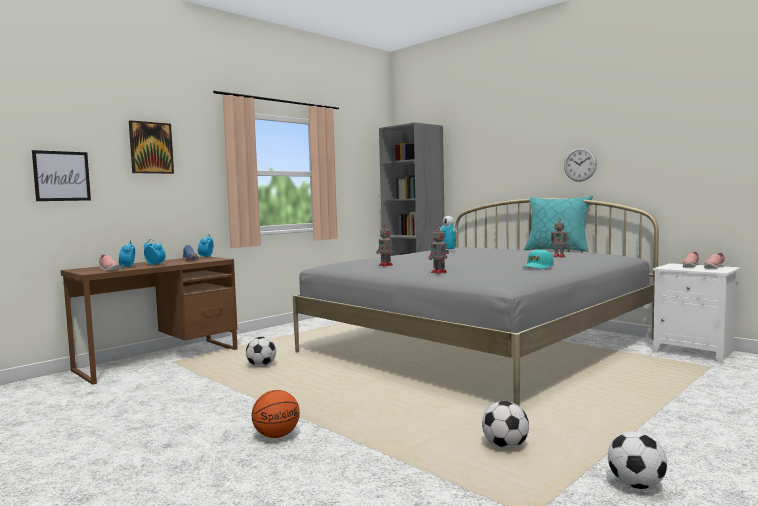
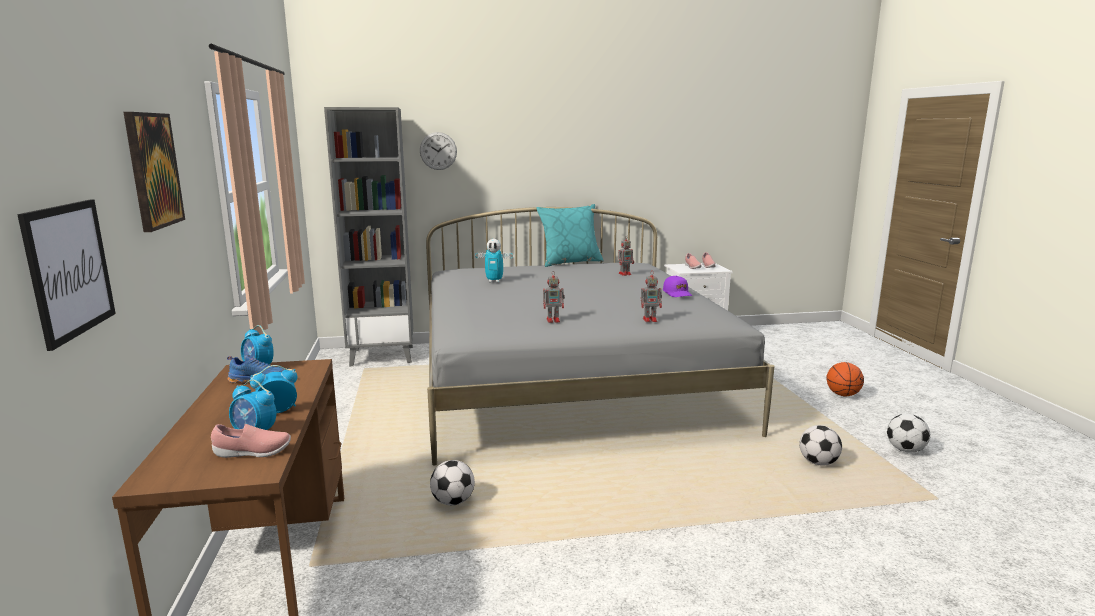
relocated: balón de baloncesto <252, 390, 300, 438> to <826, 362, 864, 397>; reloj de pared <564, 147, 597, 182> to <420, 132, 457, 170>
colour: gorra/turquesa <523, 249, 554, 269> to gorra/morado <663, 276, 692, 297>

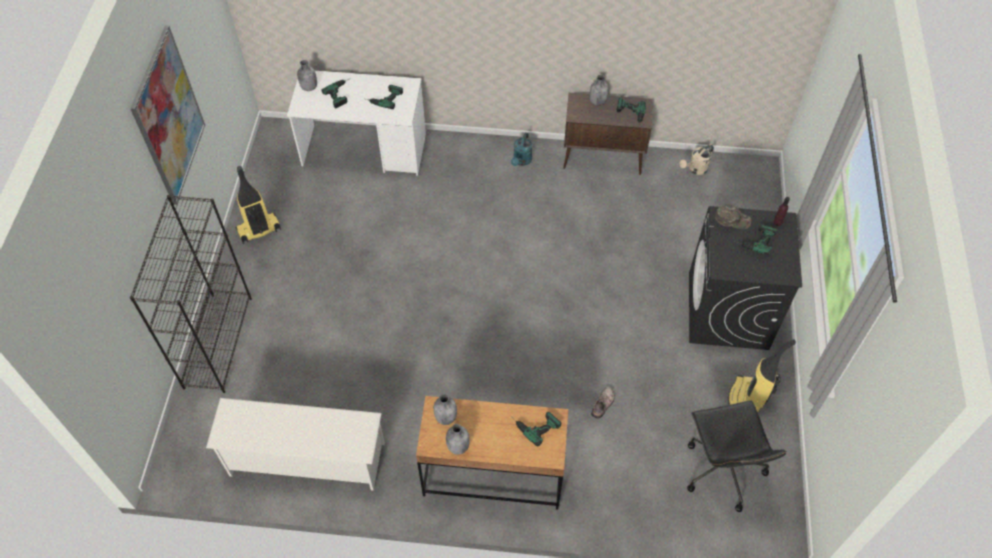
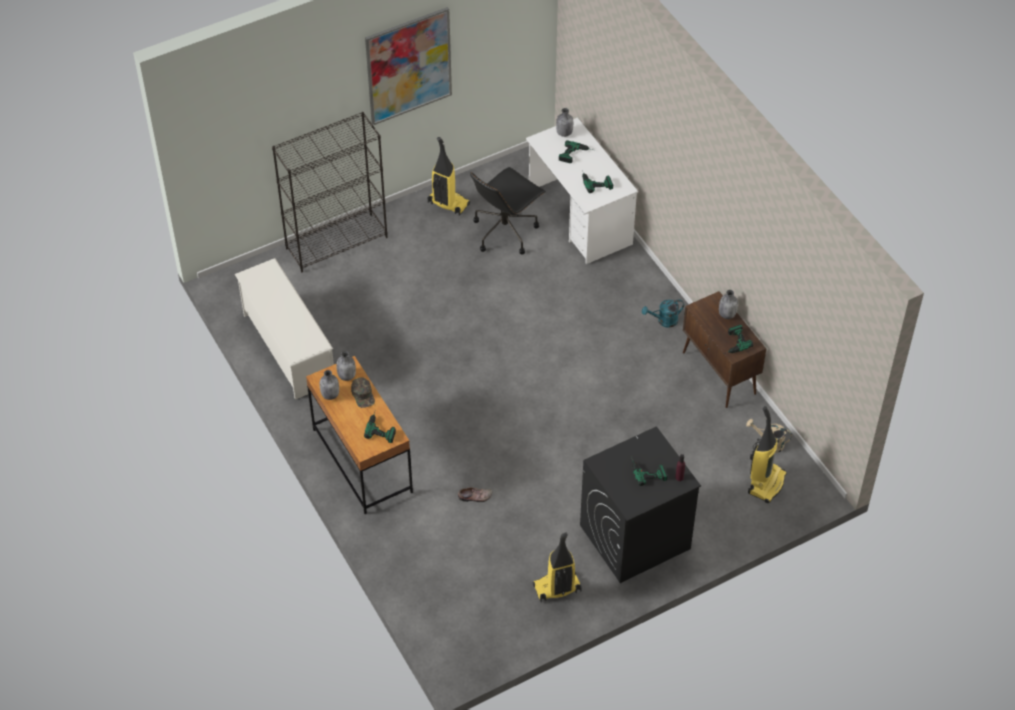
appeared: aspiradora <748, 406, 787, 503>
relocated: silla de oficina/negro <687, 400, 787, 512> to <470, 167, 546, 254>; gorra/verde <715, 204, 751, 229> to <351, 377, 375, 408>

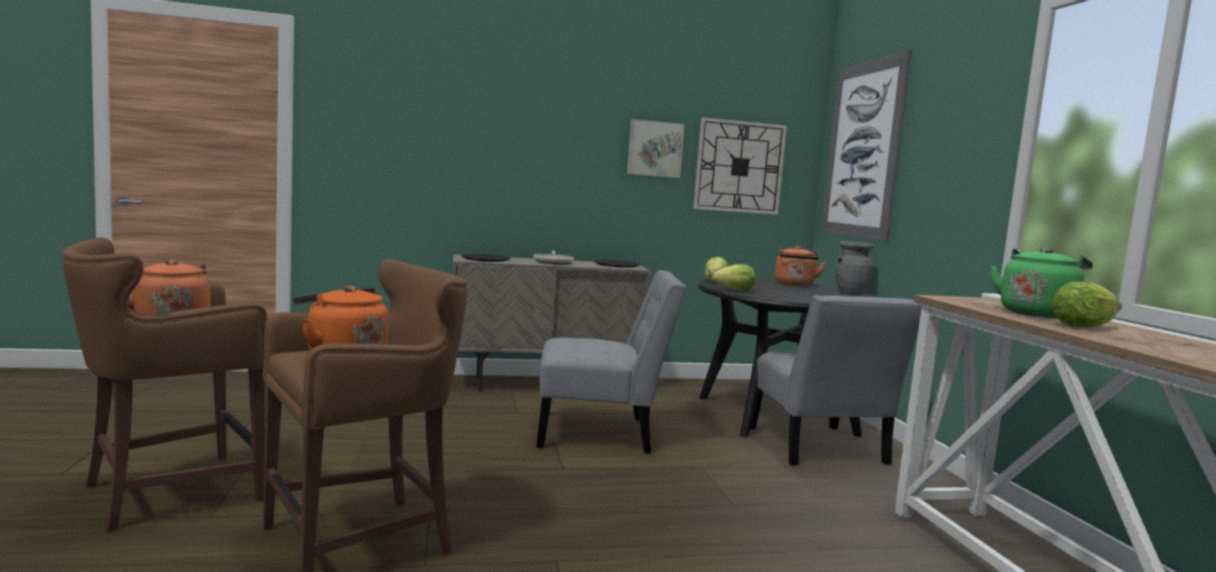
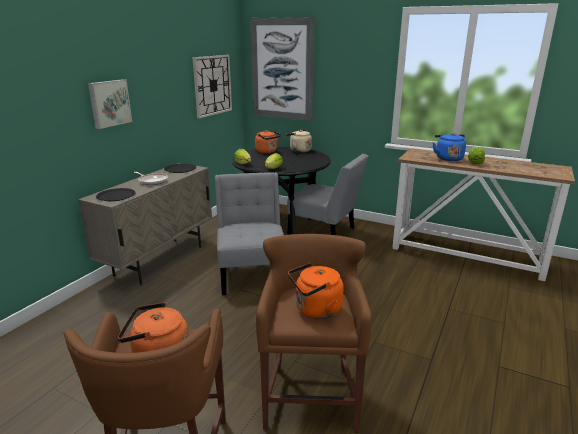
relocated: cuadro <627, 119, 685, 178> to <88, 79, 132, 129>
exchanged: florero/gris <835, 241, 874, 295> to hervidor/beis <286, 130, 312, 153>
colour: hervidor/verde <990, 247, 1093, 318> to hervidor/azul <433, 133, 466, 161>
spun: silla/gris <536, 270, 687, 454> = <215, 172, 284, 295> 45 degrees counterclockwise

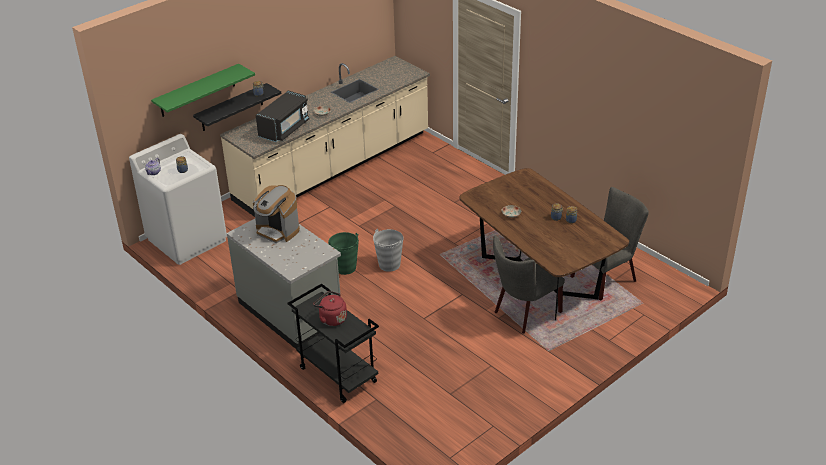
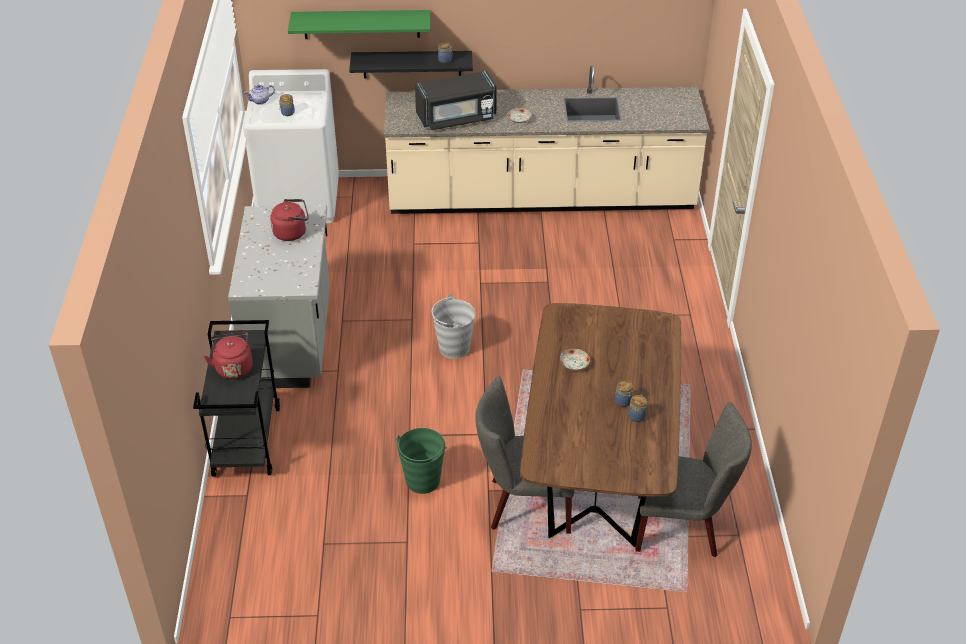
relocated: cubo/verde <328, 232, 359, 275> to <395, 428, 447, 494>
exchanged: cafetera <253, 185, 300, 243> to hervidor/rojo <270, 199, 309, 241>

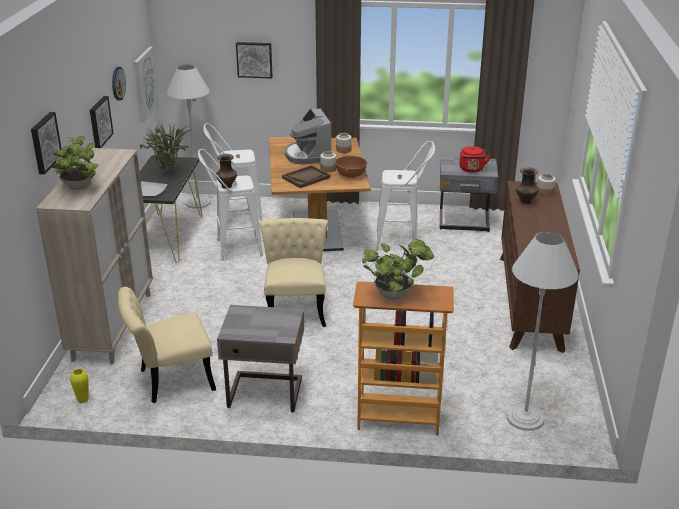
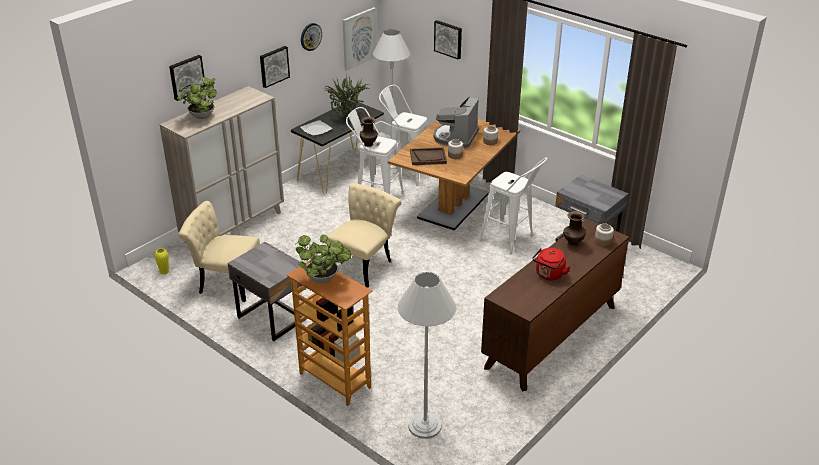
missing: cuenco/marrón <335, 156, 367, 178>
relocated: hervidor/rojo <459, 146, 491, 173> to <532, 248, 571, 280>

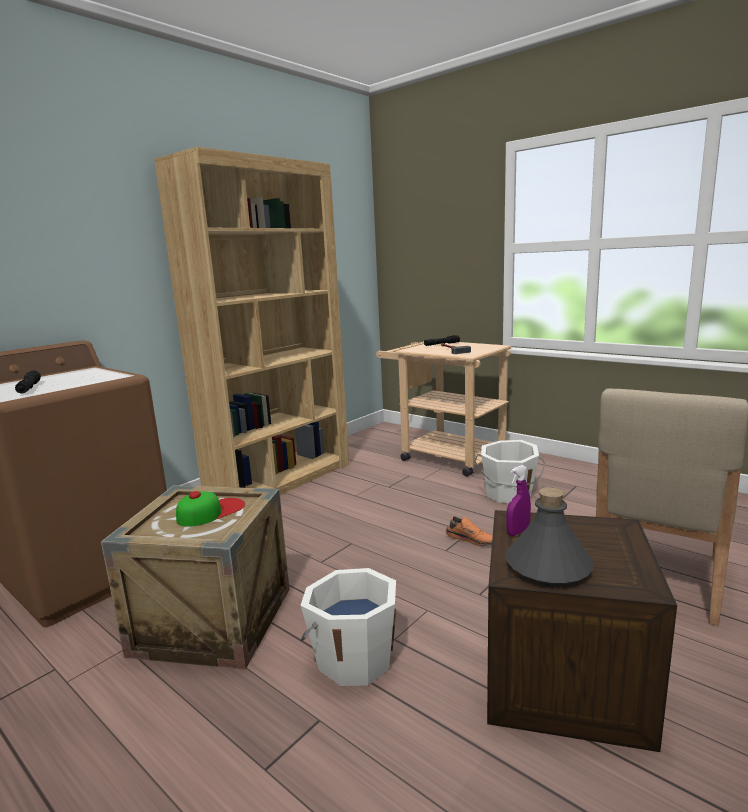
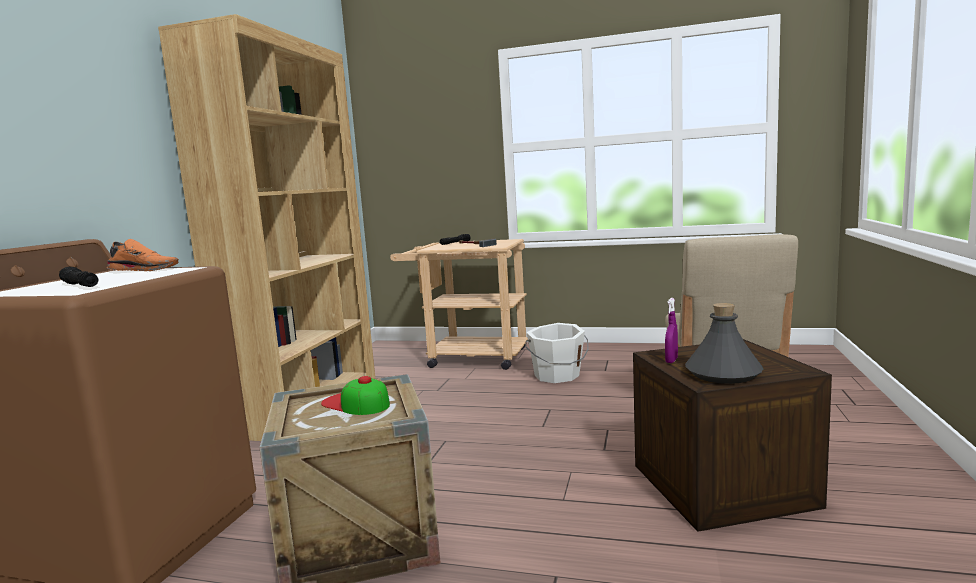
missing: cubo/blanco <300, 568, 396, 686>
relocated: zapato/naranja <445, 516, 493, 546> to <107, 239, 179, 271>
spun: gorra <176, 491, 245, 527> = <321, 376, 390, 415> 75 degrees counterclockwise

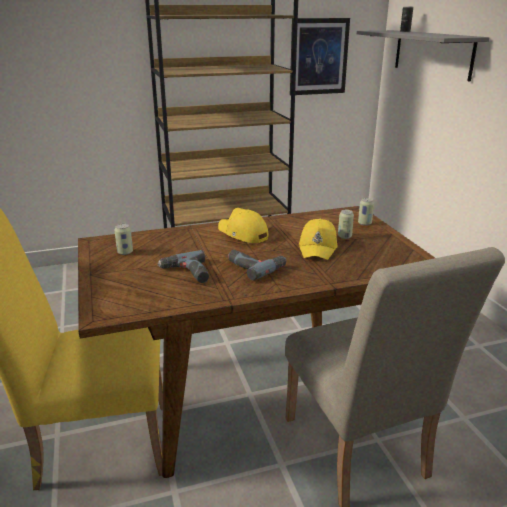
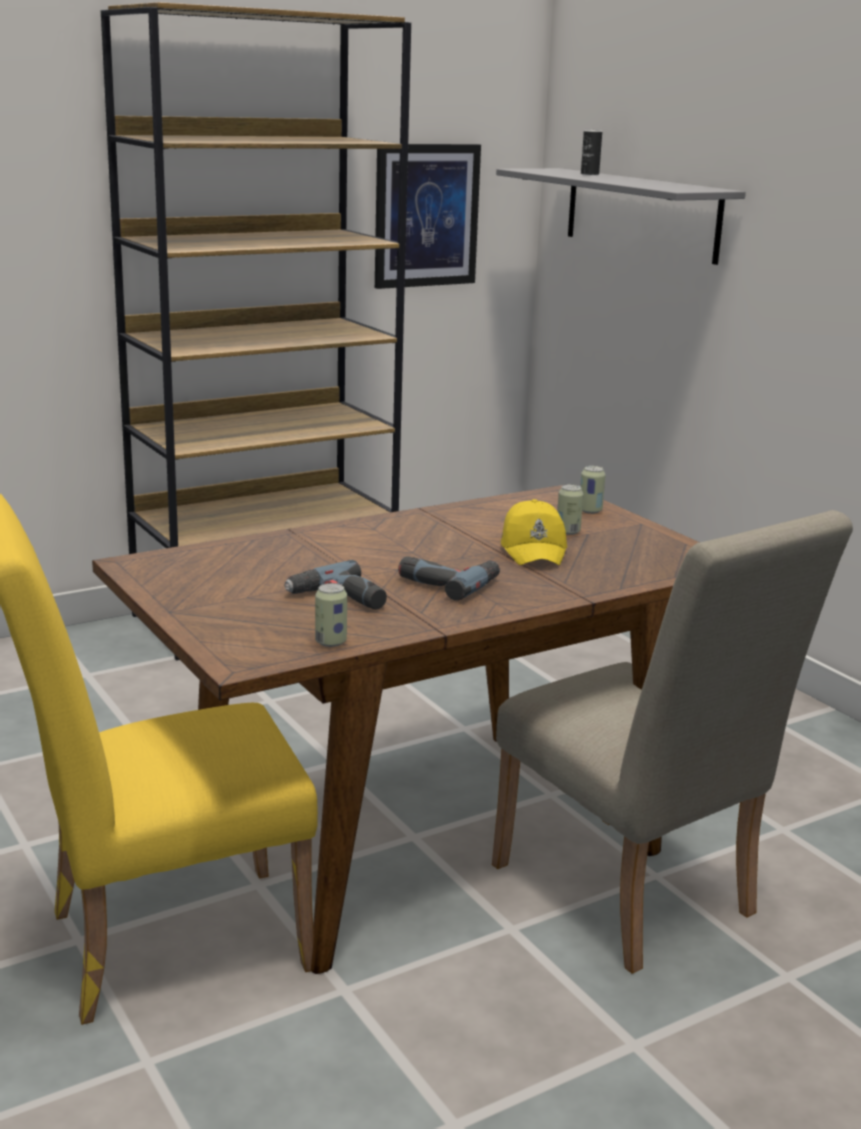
missing: gorra/amarillo <218, 208, 268, 243>
relocated: lata <114, 224, 133, 255> to <315, 583, 347, 647>

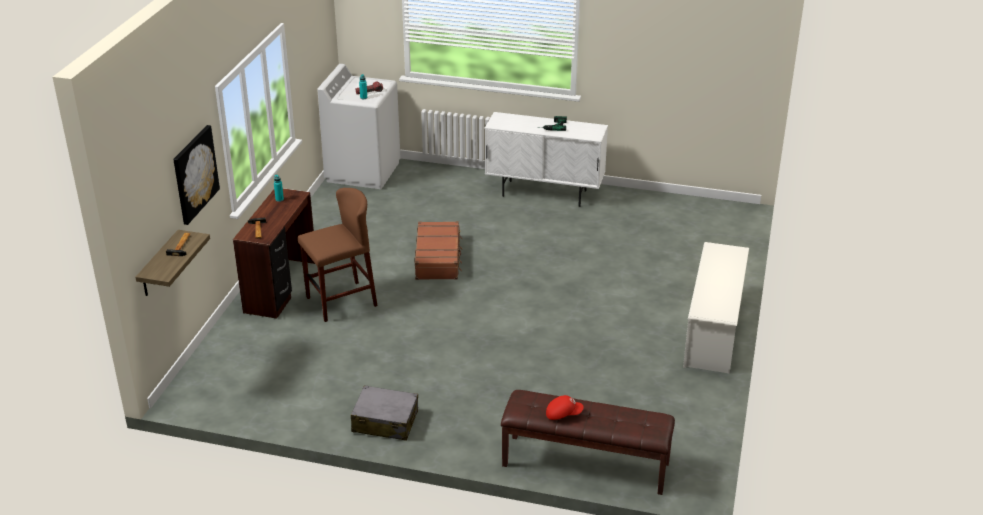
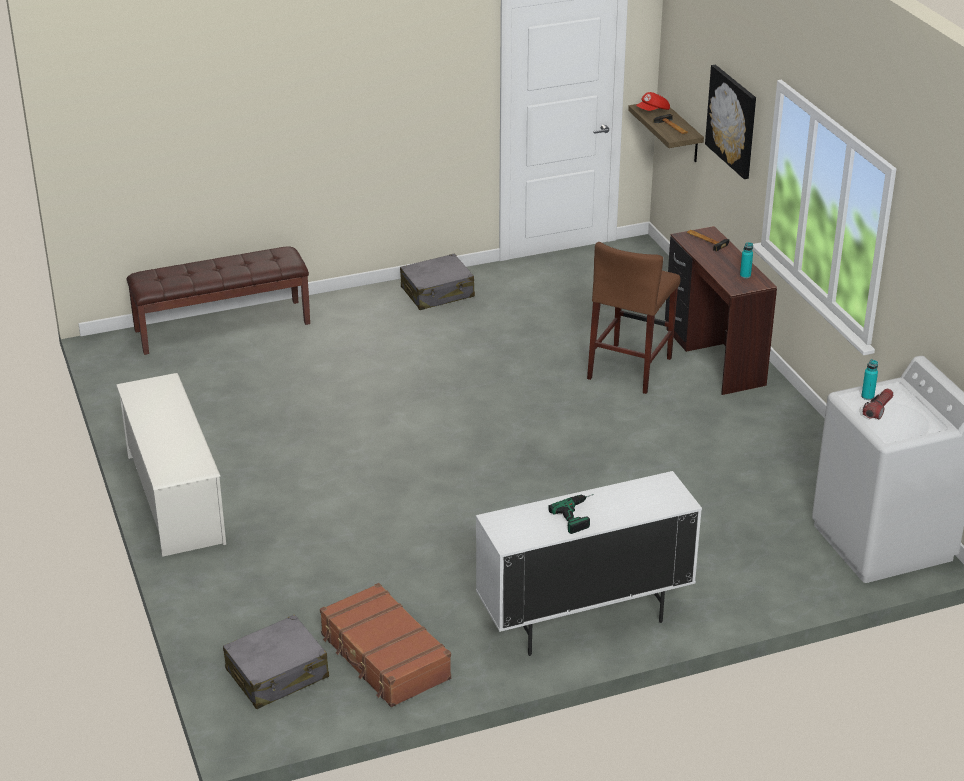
appeared: maleta/gris <223, 615, 329, 709>
relocated: maleta/marrón <414, 221, 463, 280> to <320, 583, 451, 707>; gorra/rojo <546, 395, 584, 420> to <636, 92, 670, 111>

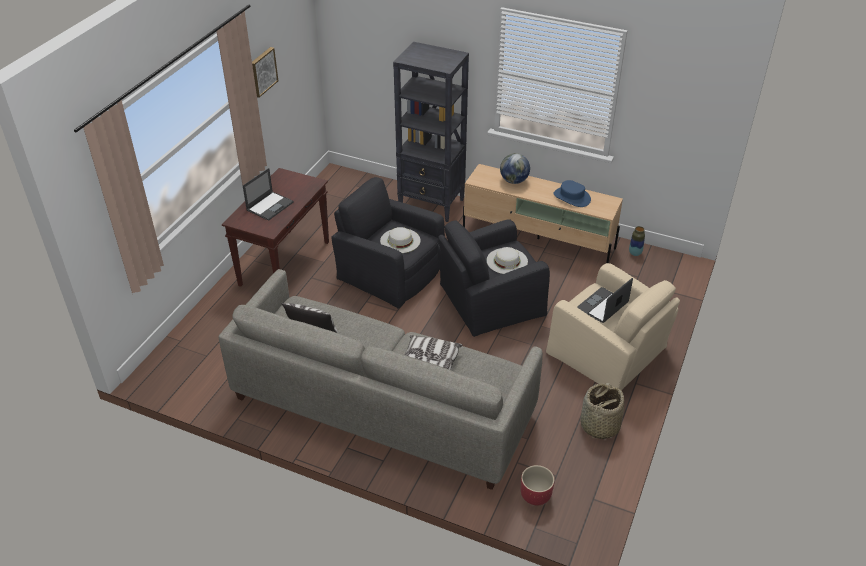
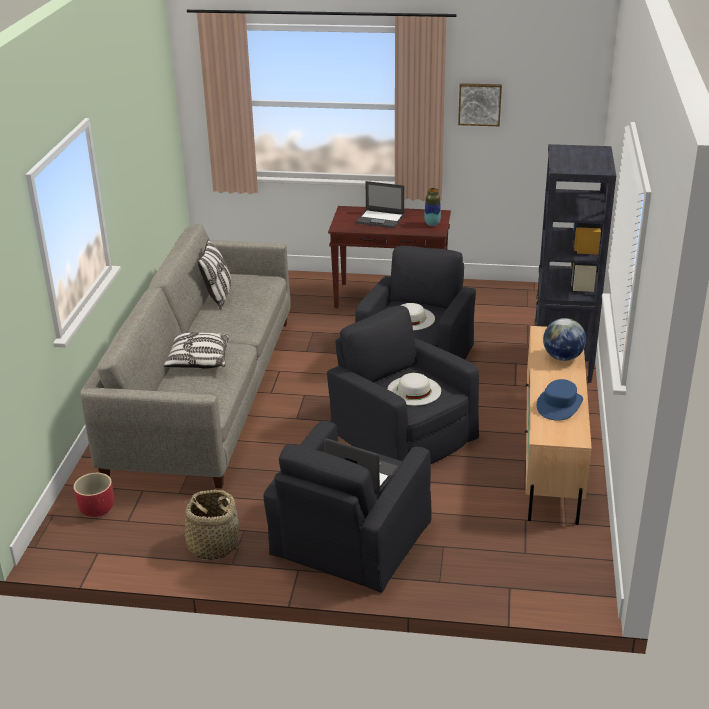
relocated: florero <629, 226, 645, 256> to <424, 188, 441, 226>
colour: sillón/beis <546, 263, 680, 391> to sillón/negro <264, 421, 432, 593>

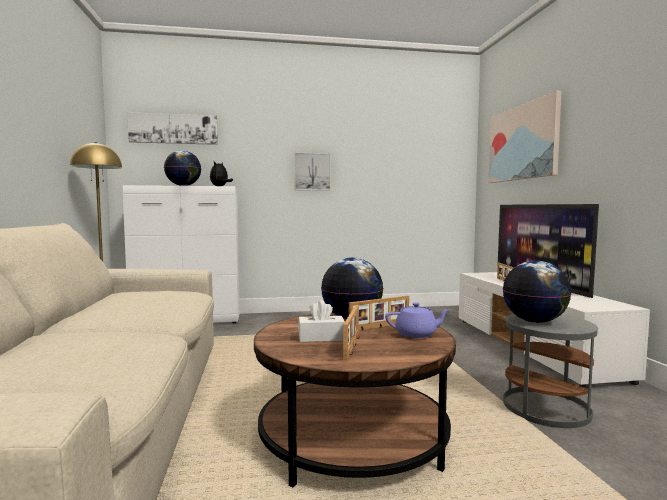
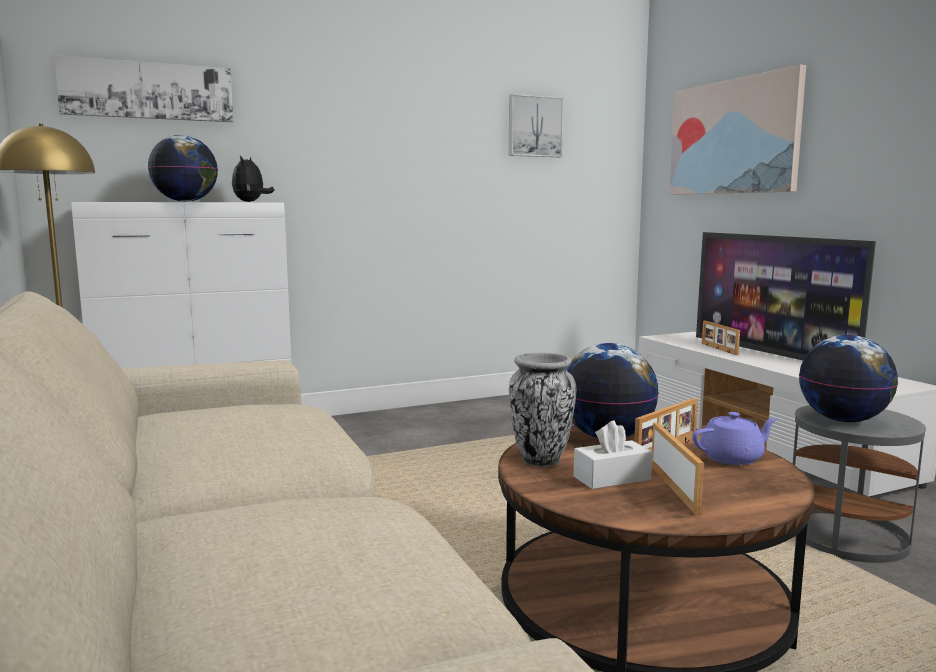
appeared: florero <509, 353, 576, 467>
relocated: cuadro <294, 153, 331, 191> to <509, 94, 564, 157>

